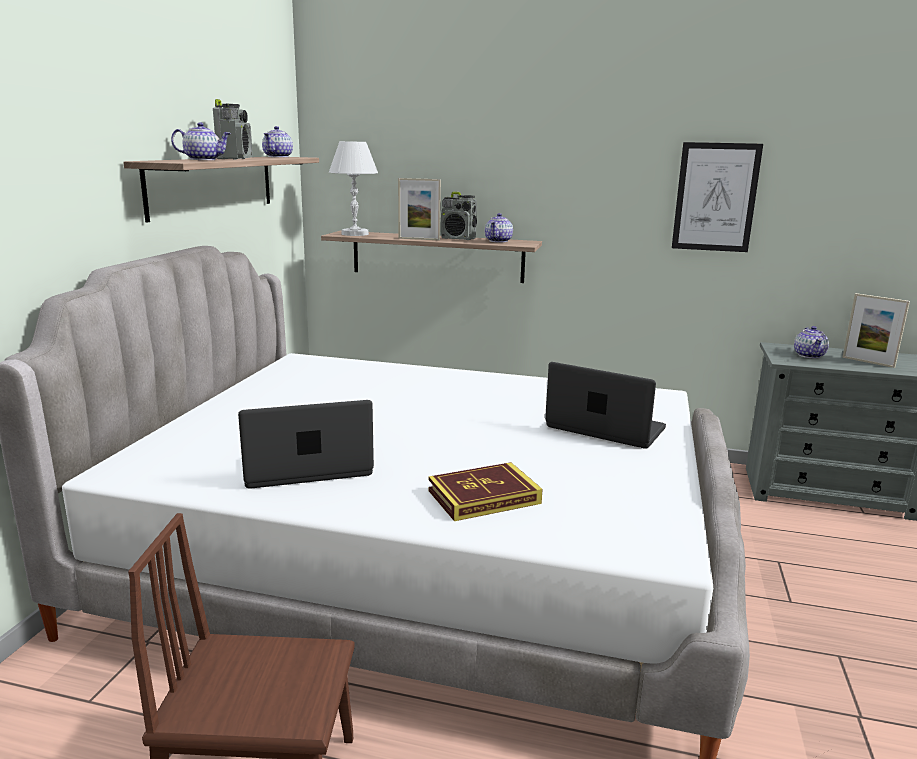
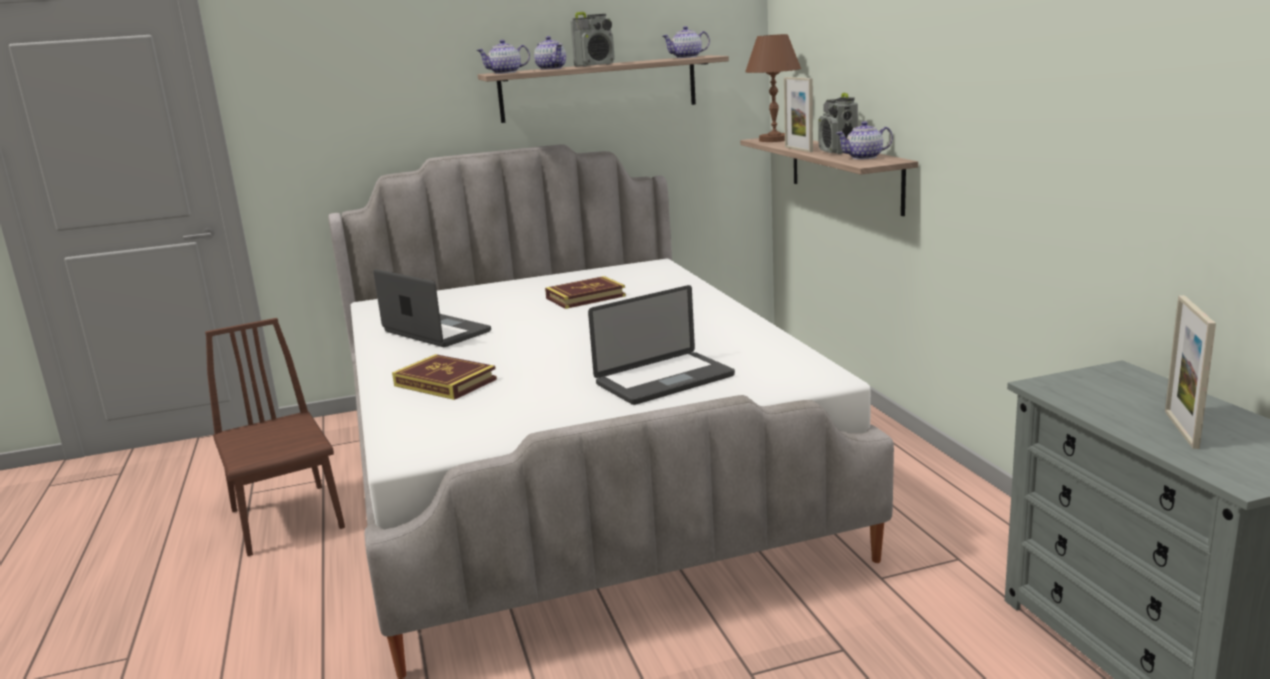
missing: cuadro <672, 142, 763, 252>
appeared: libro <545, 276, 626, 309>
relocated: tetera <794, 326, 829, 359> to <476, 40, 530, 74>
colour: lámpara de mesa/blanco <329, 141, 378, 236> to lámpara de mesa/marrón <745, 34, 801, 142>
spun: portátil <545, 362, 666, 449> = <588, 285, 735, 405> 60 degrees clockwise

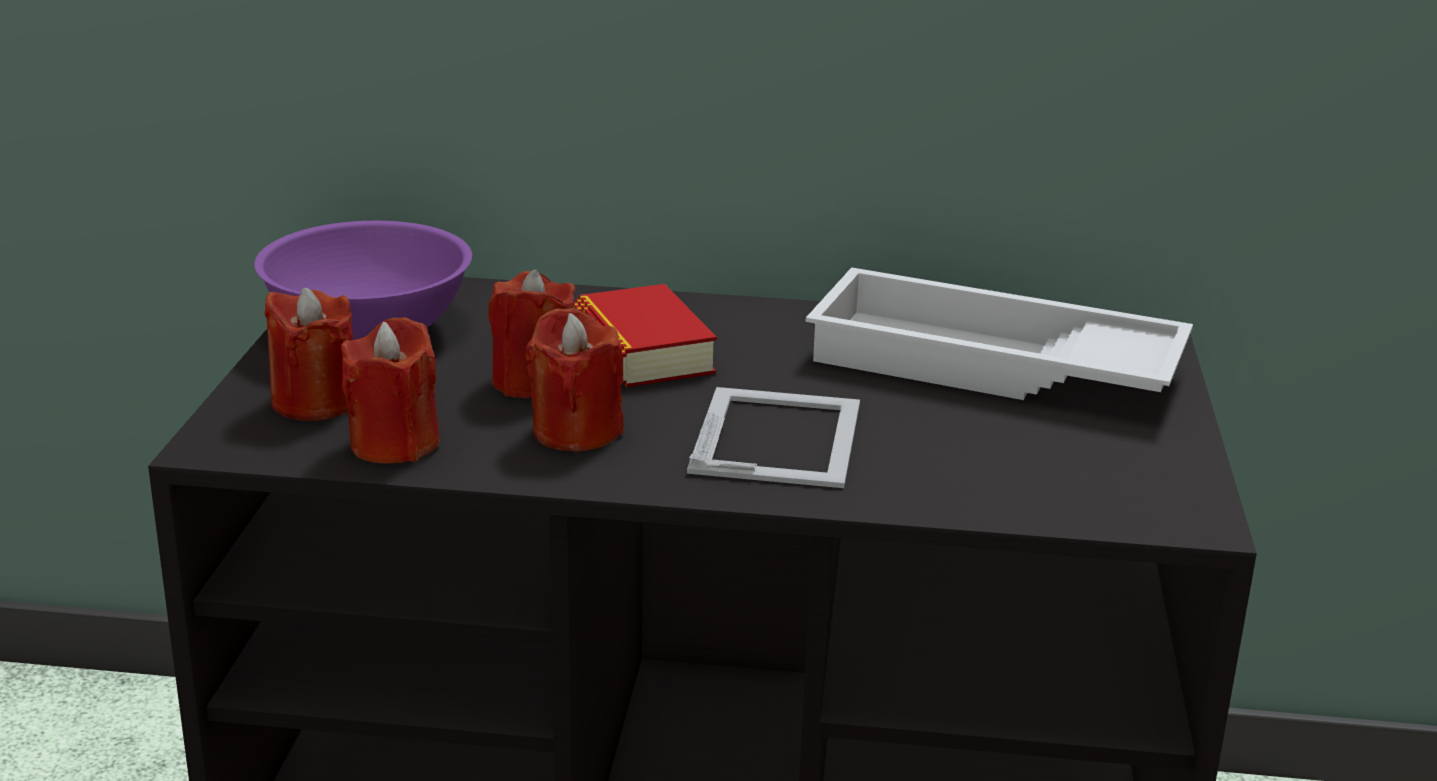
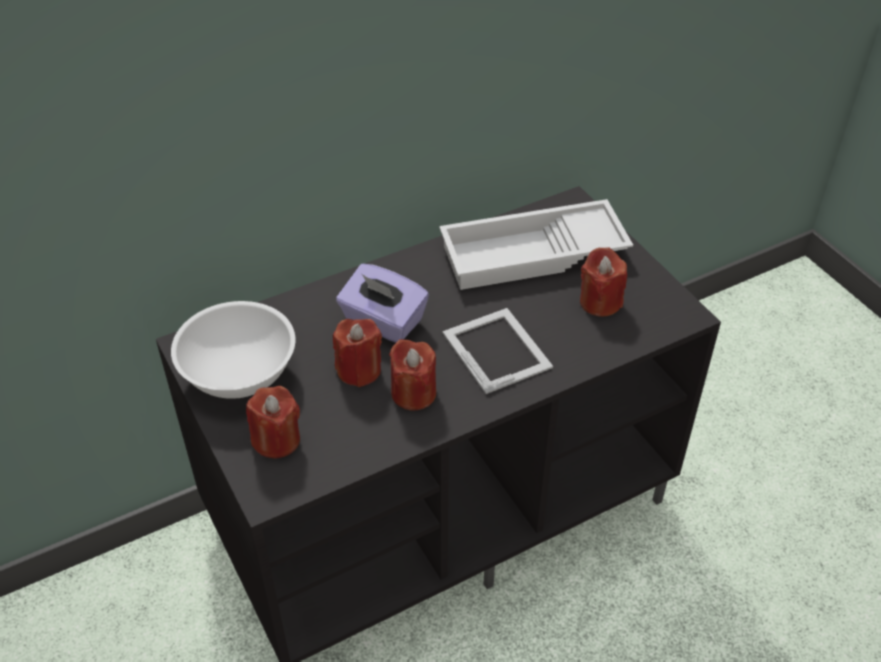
relocated: vela/rojo <341, 317, 440, 463> to <580, 247, 627, 317>
exchanged: libro <574, 284, 717, 387> to caja de pañuelos/morado <336, 264, 429, 343>
colour: cuenco/morado <254, 221, 472, 340> to cuenco/blanco <171, 301, 295, 399>

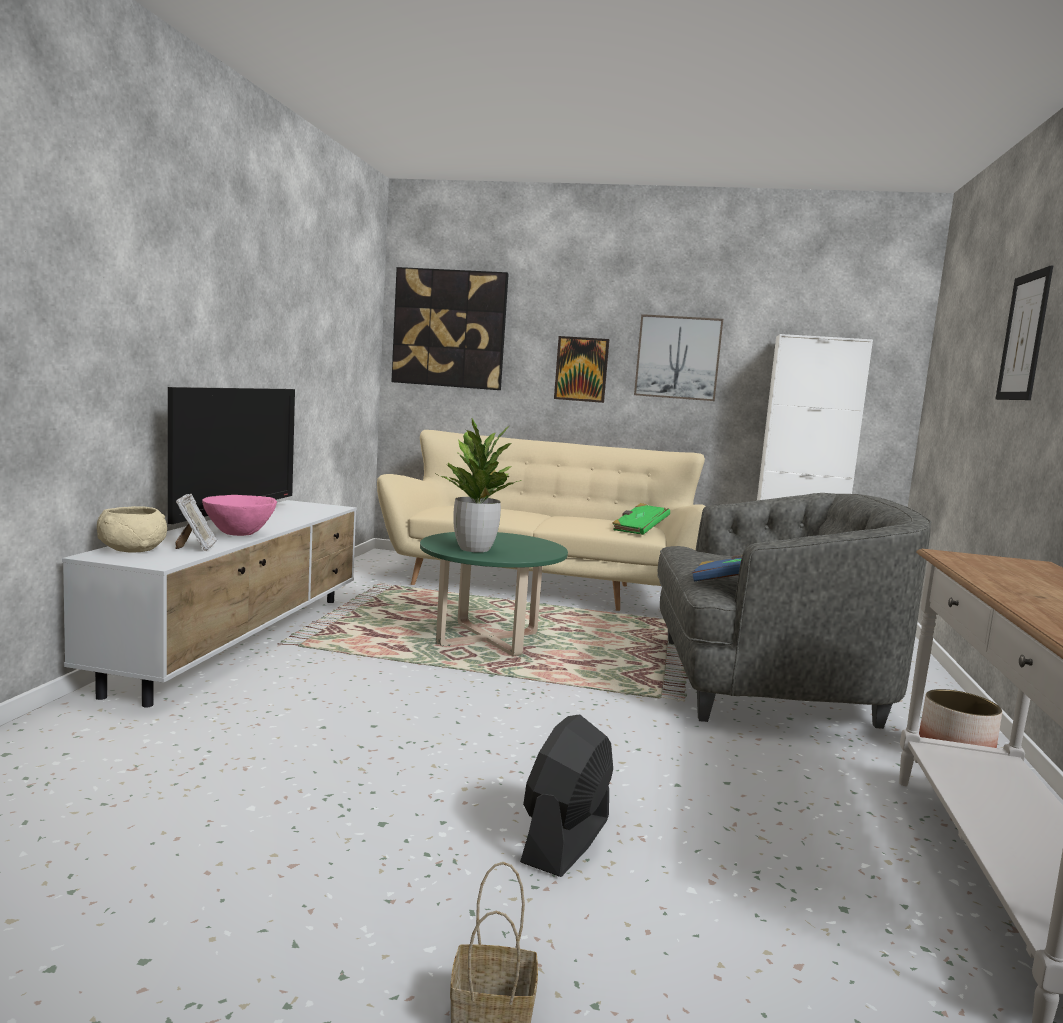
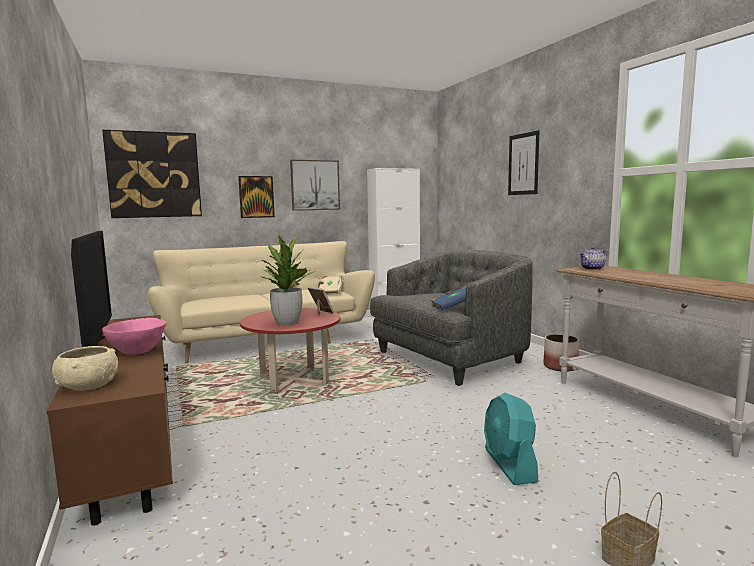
appeared: tetera <579, 247, 607, 270>
relocated: portarretratos <175, 494, 217, 551> to <308, 287, 334, 316>
colour: mueble de televisión/blanco <62, 500, 357, 707> to mueble de televisión/marrón <47, 315, 173, 526>; mesa de centro/verde <420, 532, 568, 656> to mesa de centro/rojo <240, 308, 341, 394>; ventilador/negro <520, 714, 613, 877> to ventilador/turquesa <484, 393, 538, 485>; libro/verde <613, 503, 670, 535> to libro/beis <318, 276, 344, 295>

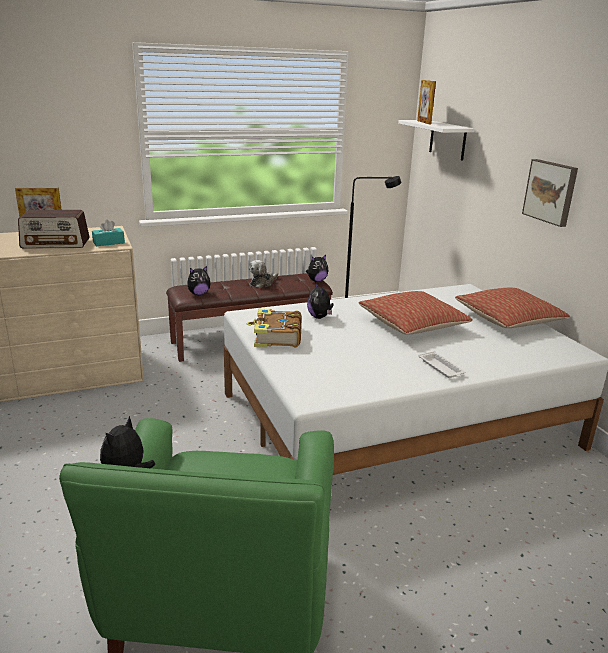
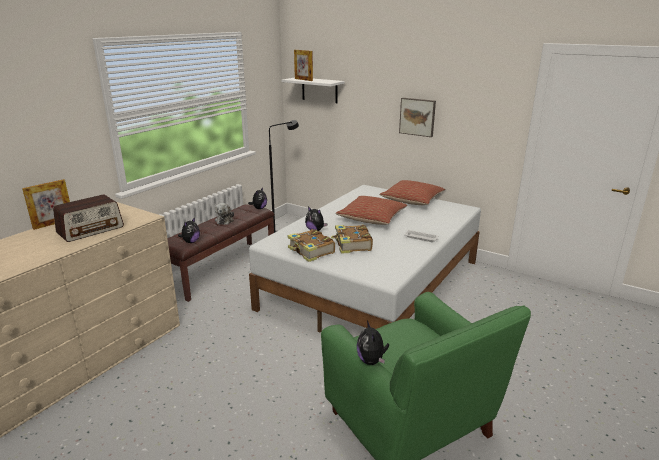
missing: caja de pañuelos/turquesa <92, 220, 125, 246>
appeared: libro <331, 225, 373, 254>

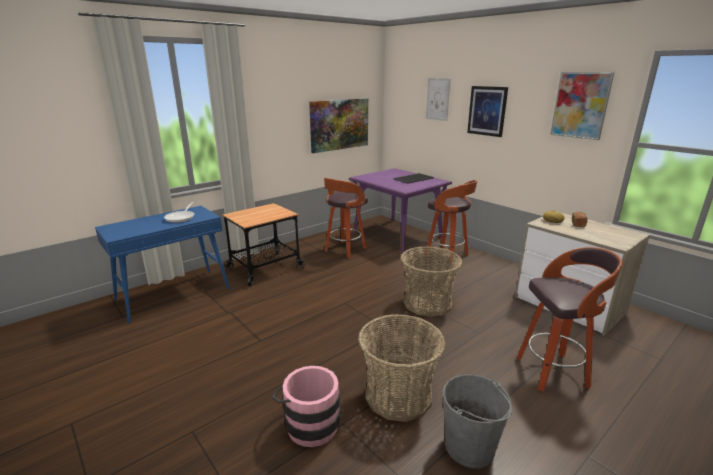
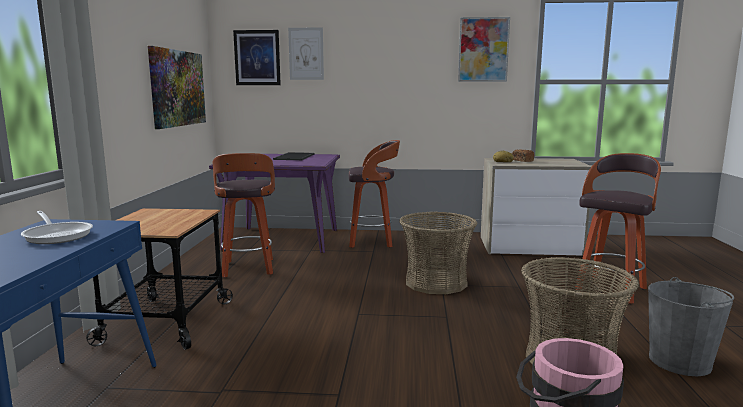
relocated: cuadro <467, 86, 508, 137> to <233, 30, 281, 85>

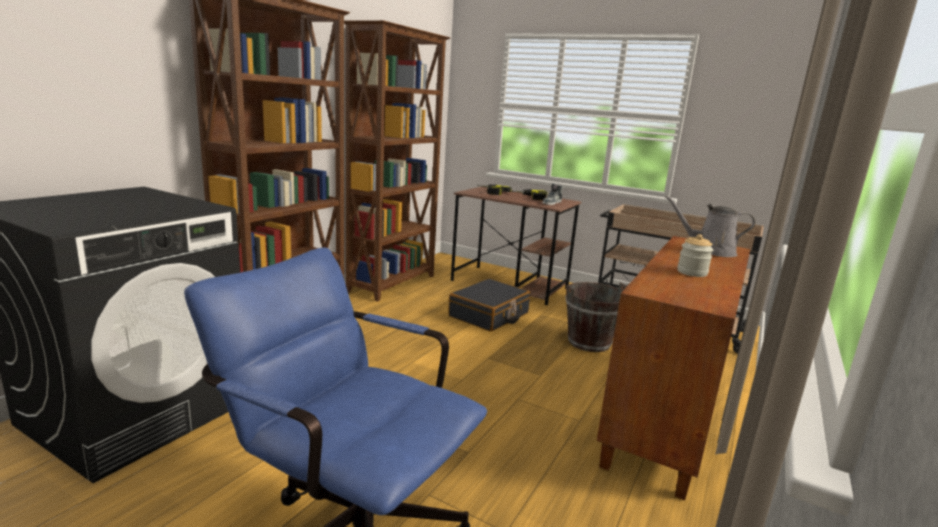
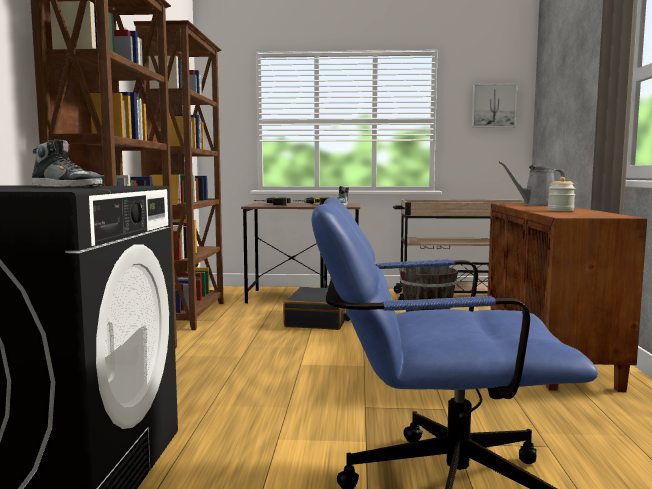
appeared: zapato <32, 139, 102, 187>; cuadro <472, 84, 517, 127>

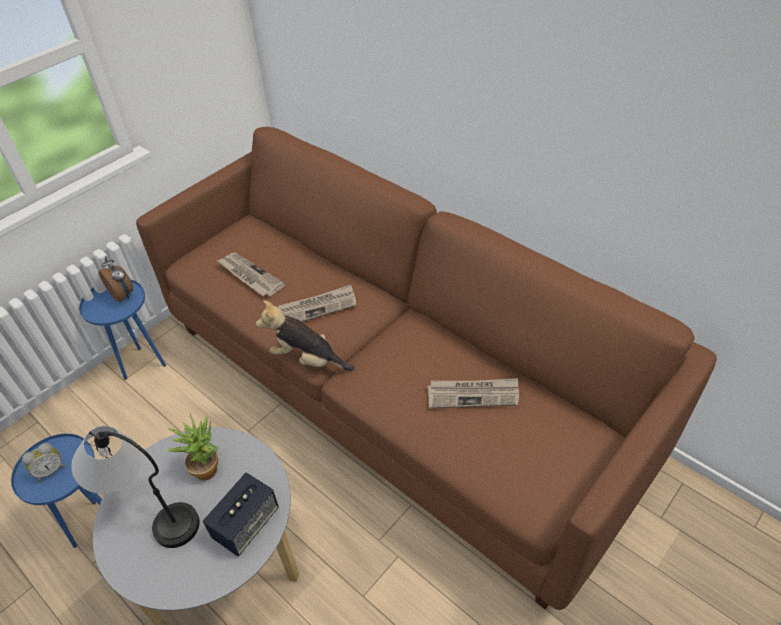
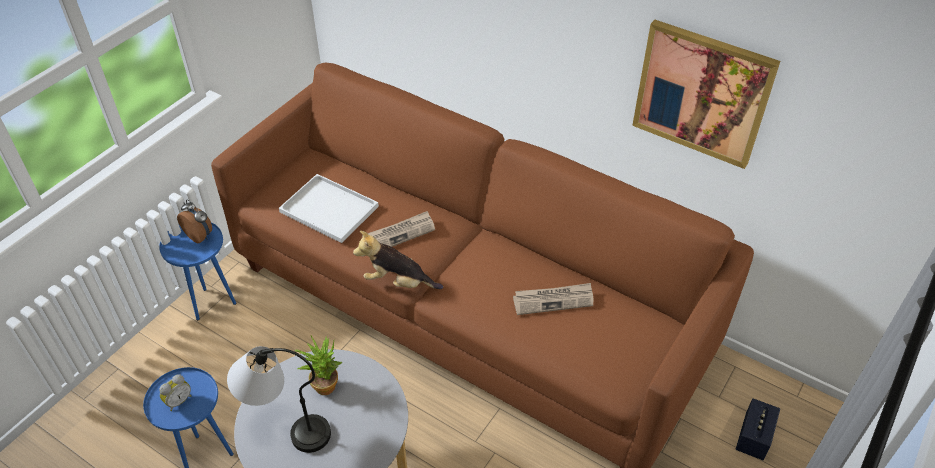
appeared: cuadro <632, 20, 780, 169>
relocated: altavoz <203, 473, 279, 556> to <736, 398, 780, 460>
exchanged: periódico <217, 253, 285, 296> to bandeja/blanco <279, 174, 379, 243>

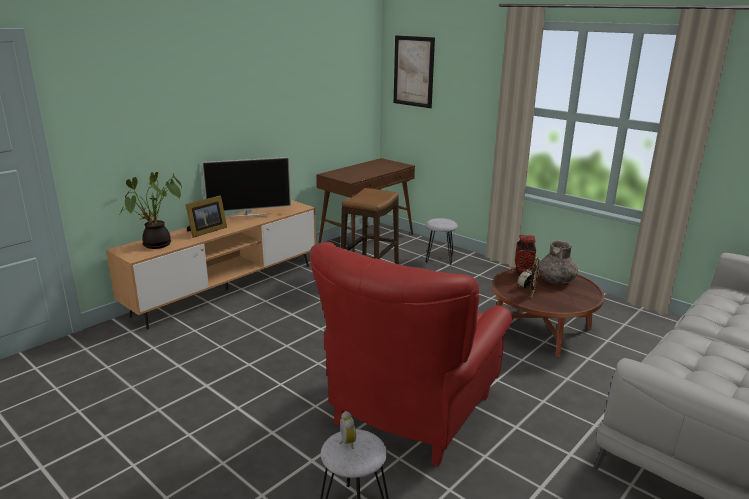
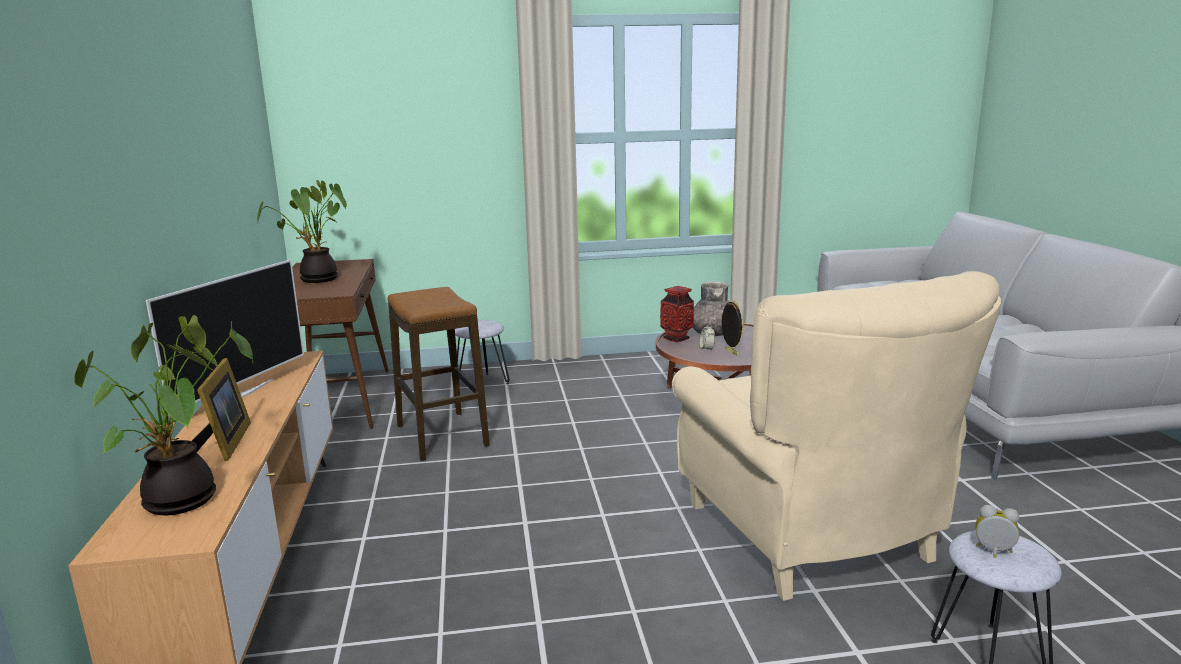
missing: cuadro <394, 35, 435, 108>
appeared: planta en maceta <257, 180, 347, 283>
colour: sillón/rojo <310, 242, 513, 467> to sillón/beis <672, 271, 1001, 601>

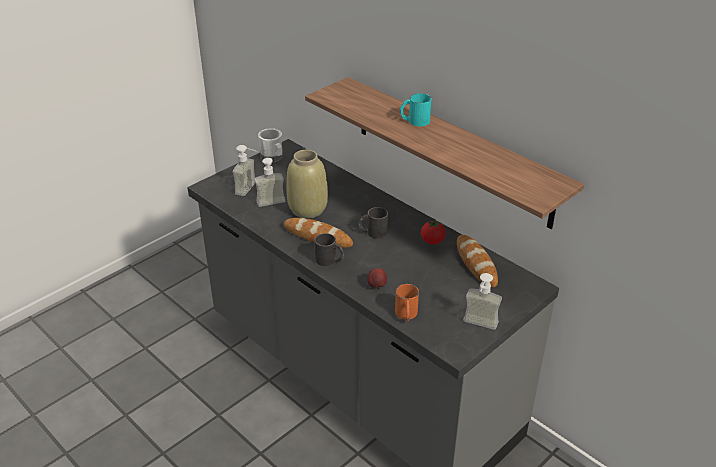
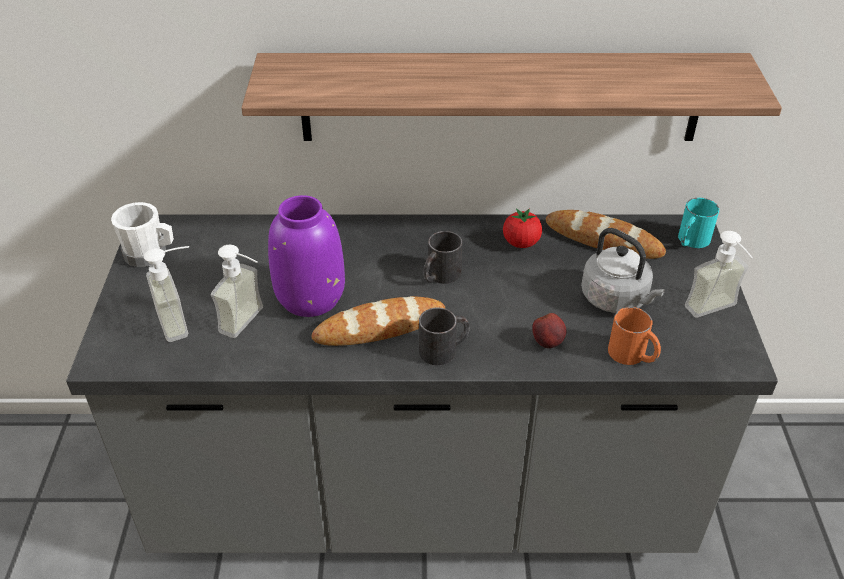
appeared: hervidor/gris <581, 228, 665, 313>
relocated: taza grande/turquesa <400, 93, 431, 126> to <678, 198, 719, 248>
colour: florero/beis <286, 150, 328, 218> to florero/morado <268, 195, 345, 317>

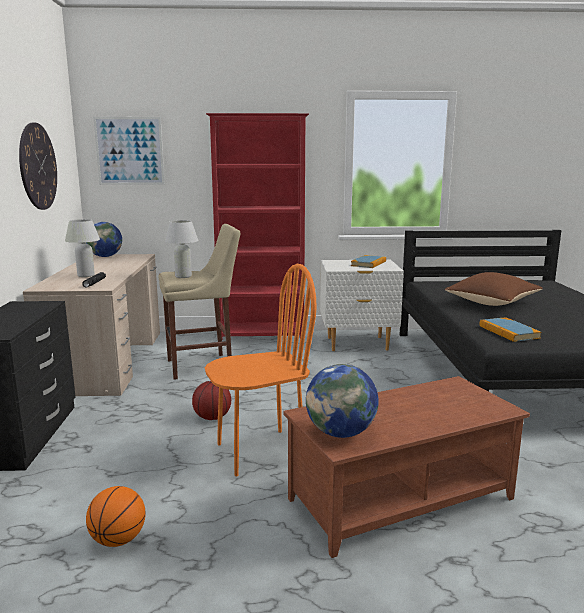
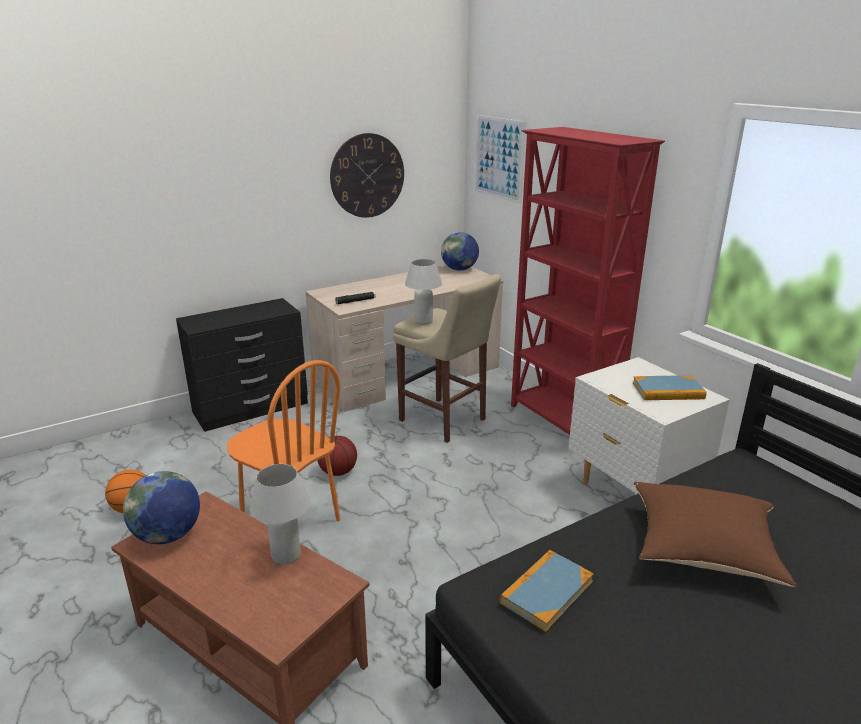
relocated: lámpara de mesa/blanco <65, 219, 100, 277> to <250, 464, 311, 564>

